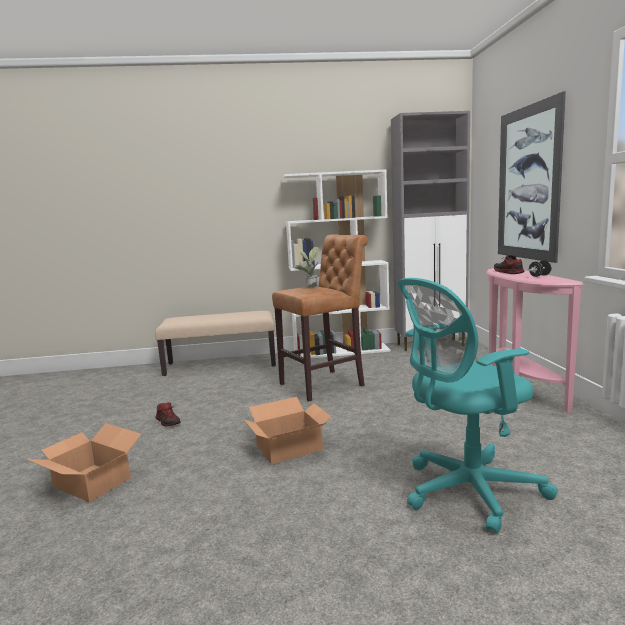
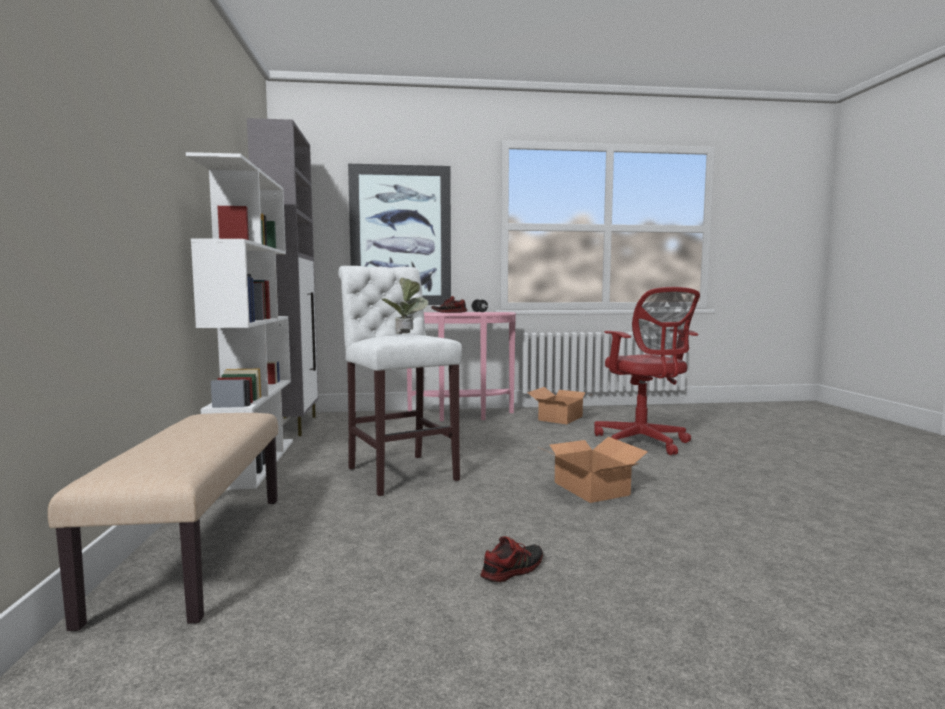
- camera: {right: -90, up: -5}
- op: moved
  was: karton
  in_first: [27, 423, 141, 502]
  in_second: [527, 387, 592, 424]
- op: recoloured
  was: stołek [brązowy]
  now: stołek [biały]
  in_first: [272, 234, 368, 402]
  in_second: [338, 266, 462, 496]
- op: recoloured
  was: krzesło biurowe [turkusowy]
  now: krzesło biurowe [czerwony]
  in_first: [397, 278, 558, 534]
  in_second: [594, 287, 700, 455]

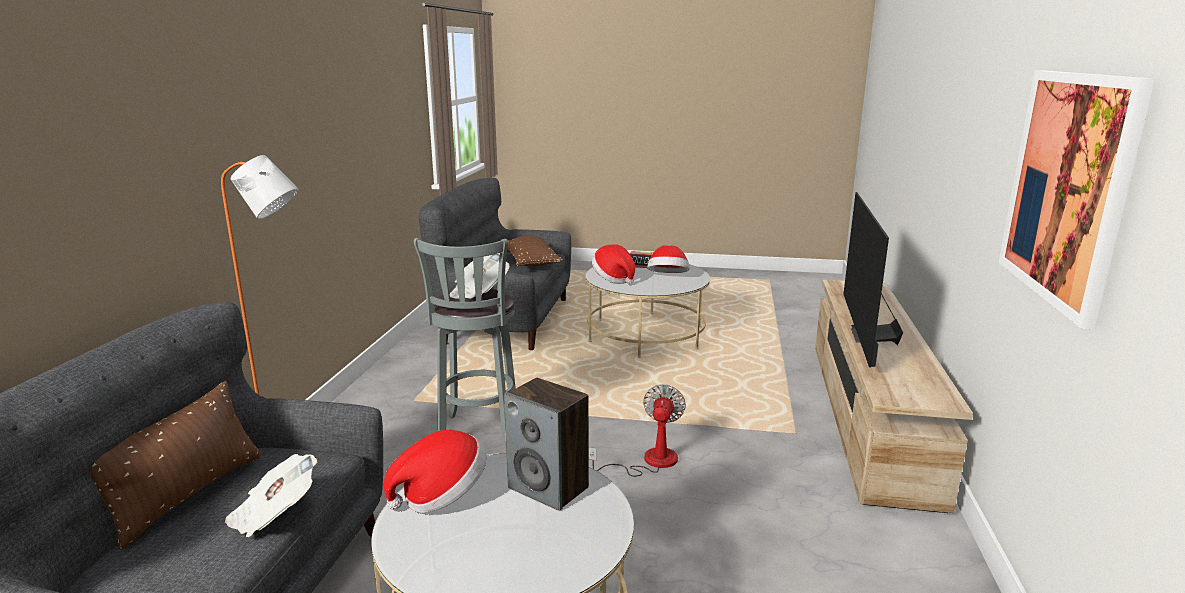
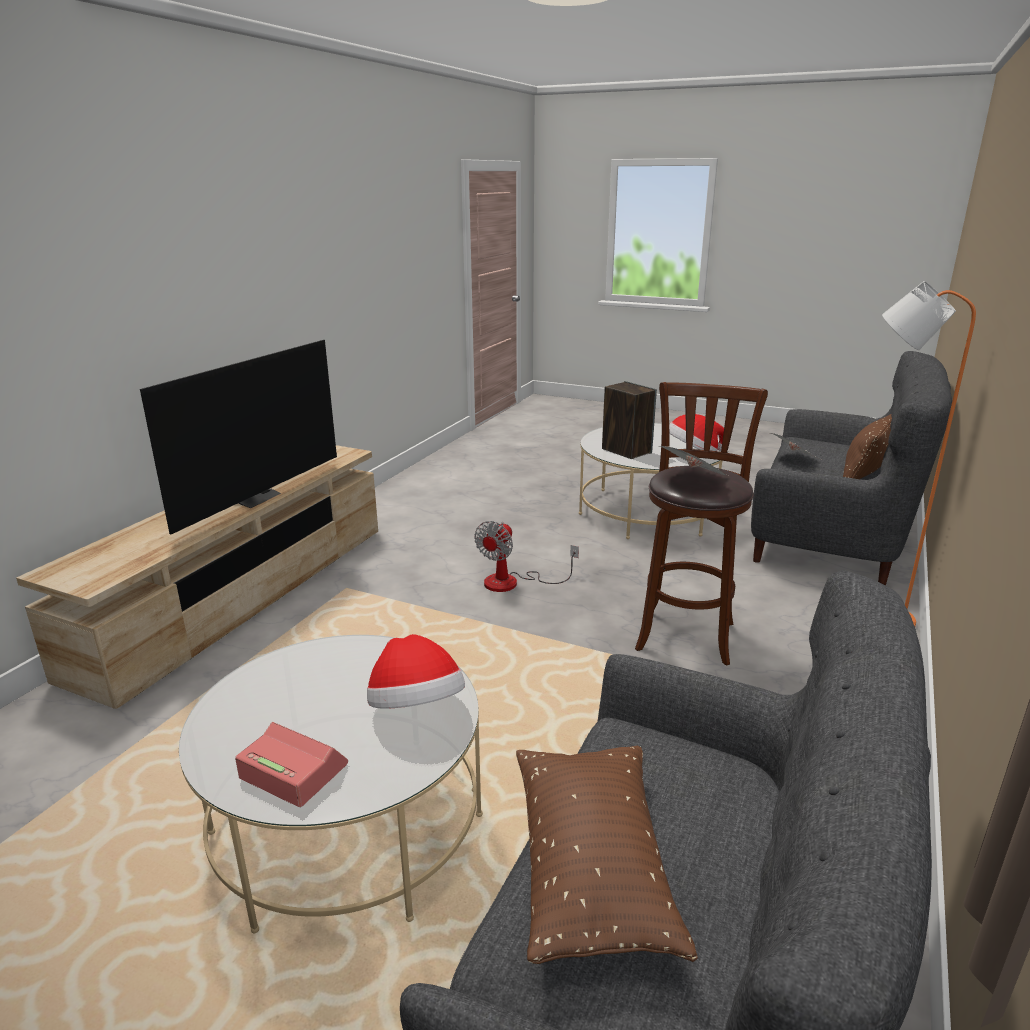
- camera: {right: -165, up: 5}
- op: recoloured
  was: stołek [szary]
  now: stołek [brązowy]
  in_first: [414, 238, 516, 445]
  in_second: [635, 382, 768, 666]
- op: removed
  was: kapelusz
  in_first: [647, 245, 690, 273]
- op: removed
  was: obraz
  in_first: [998, 70, 1155, 330]

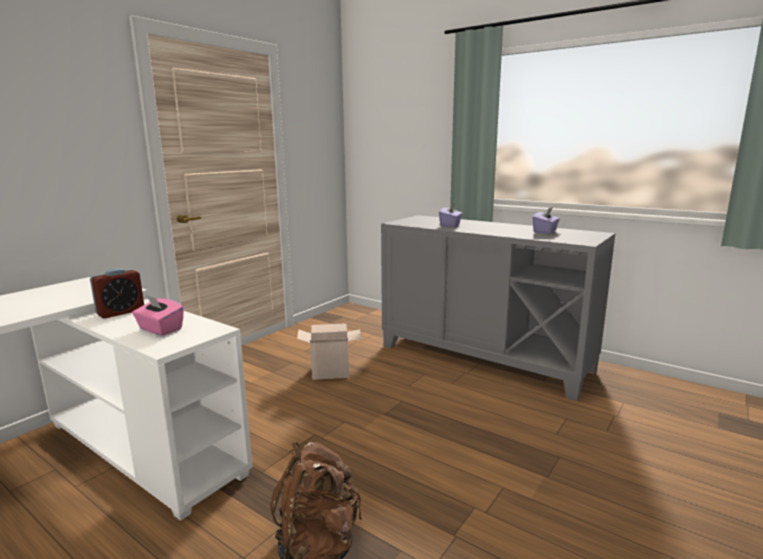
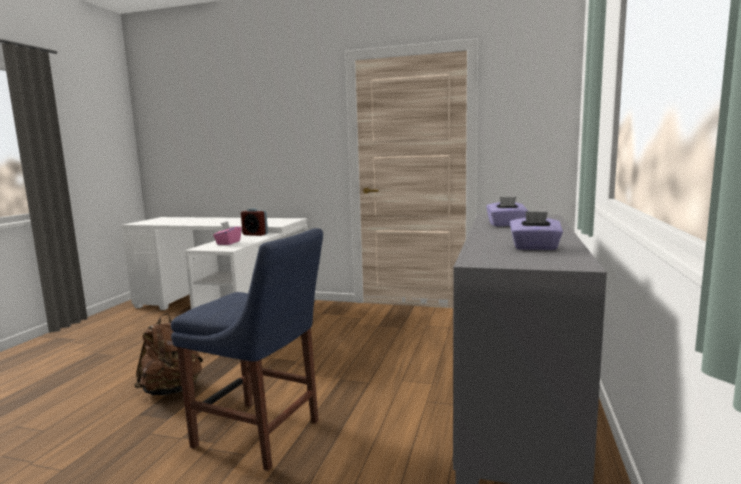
- camera: {right: 70, up: -5}
- op: removed
  was: karton
  in_first: [297, 323, 362, 380]
- op: added
  now: krzesło [niebieski]
  in_second: [171, 228, 323, 471]

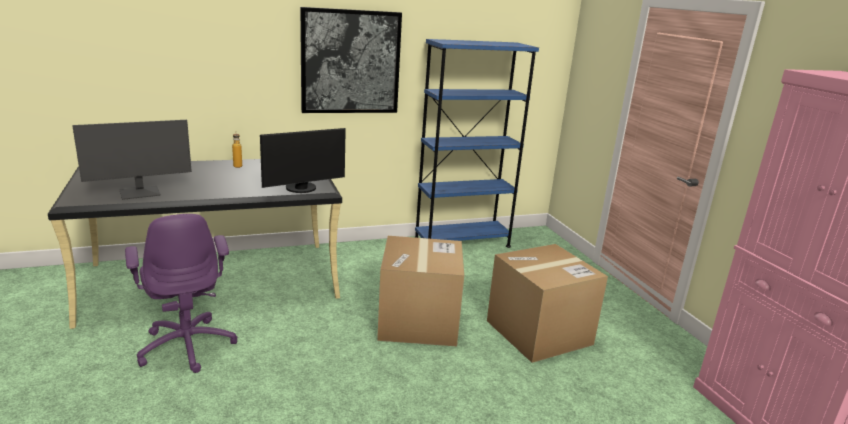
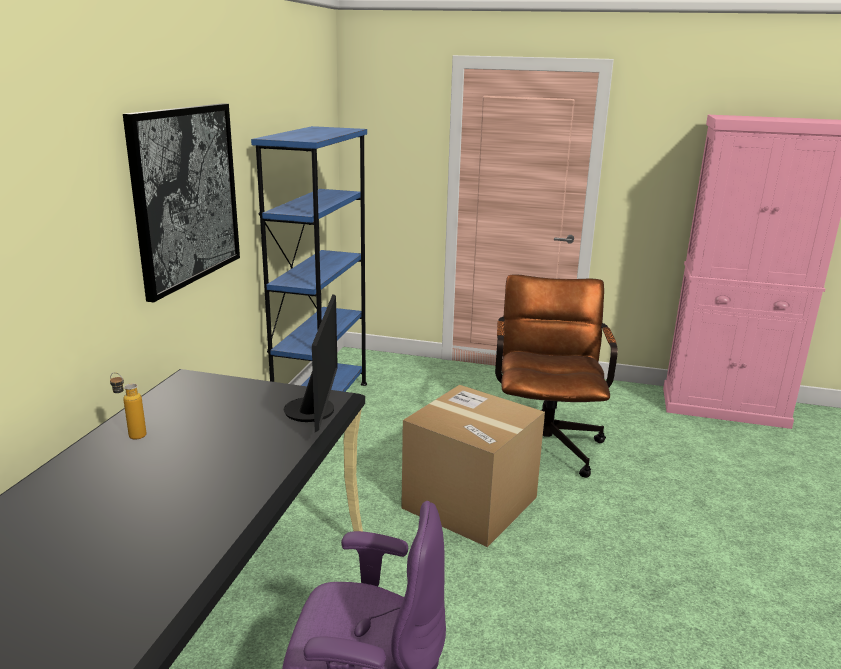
- camera: {right: -55, up: 0}
- op: removed
  was: monitor
  in_first: [72, 120, 192, 200]
- op: replaced
  was: karton
  now: krzesło biurowe [brązowy]
  in_first: [487, 244, 608, 363]
  in_second: [495, 274, 618, 478]

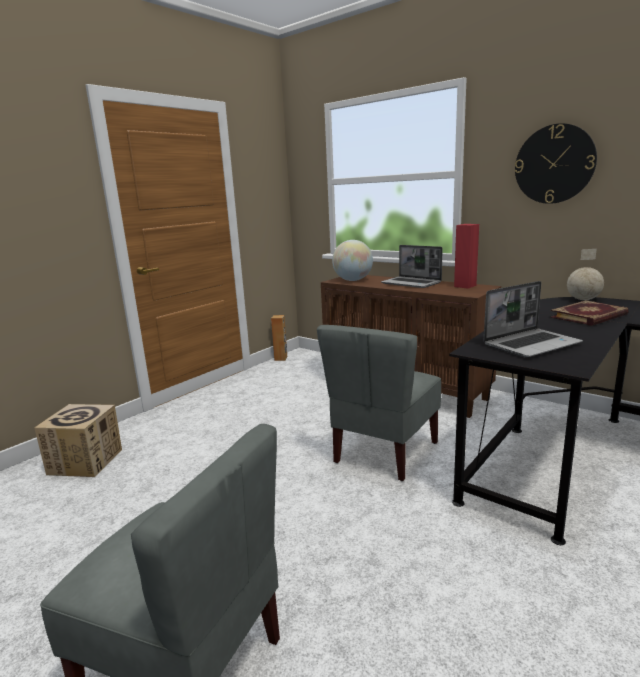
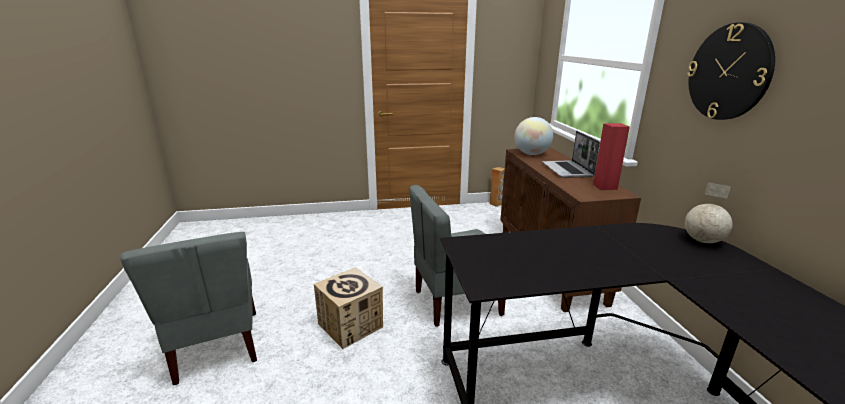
- camera: {right: 40, up: 5}
- op: moved
  was: karton
  in_first: [34, 404, 122, 477]
  in_second: [314, 267, 383, 349]
- op: removed
  was: laptop
  in_first: [483, 281, 583, 357]
- op: removed
  was: książka
  in_first: [550, 300, 629, 326]

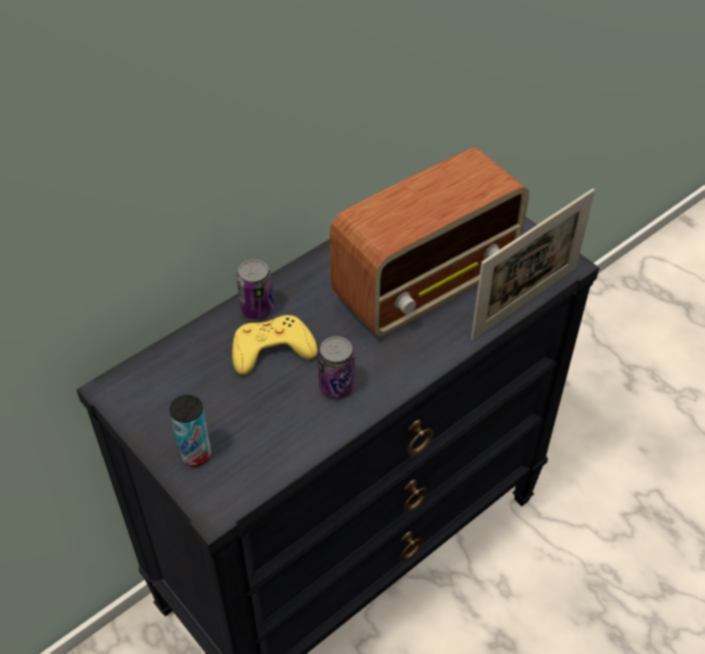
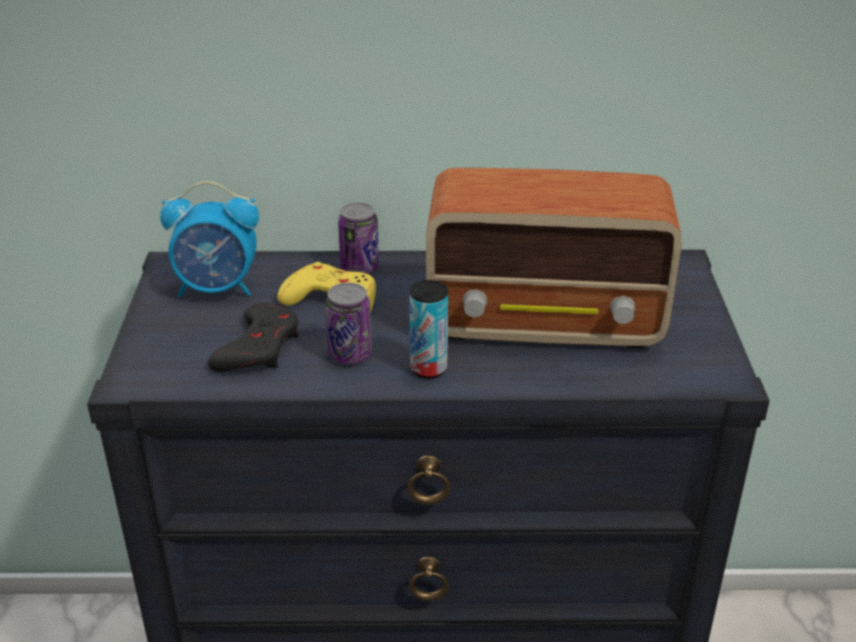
- camera: {right: 40, up: -15}
- op: moved
  was: puszka
  in_first: [169, 395, 211, 466]
  in_second: [409, 280, 448, 379]
- op: removed
  was: ramka na zdjęcie
  in_first: [471, 189, 595, 340]
- op: added
  now: budzik
  in_second: [160, 181, 259, 298]
- op: added
  now: pad do gier [czarny]
  in_second: [208, 303, 298, 372]

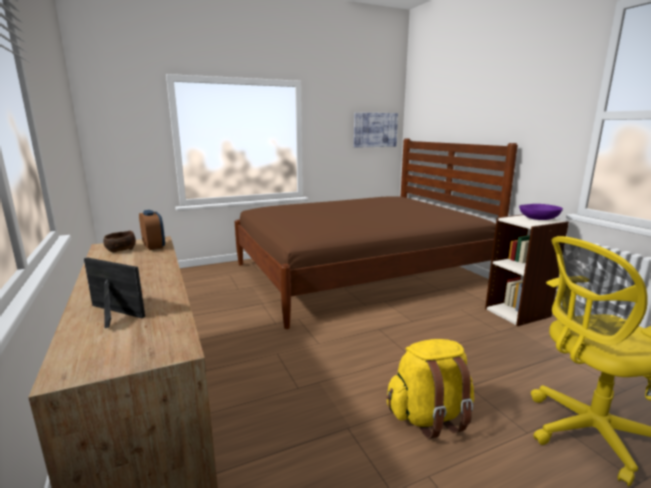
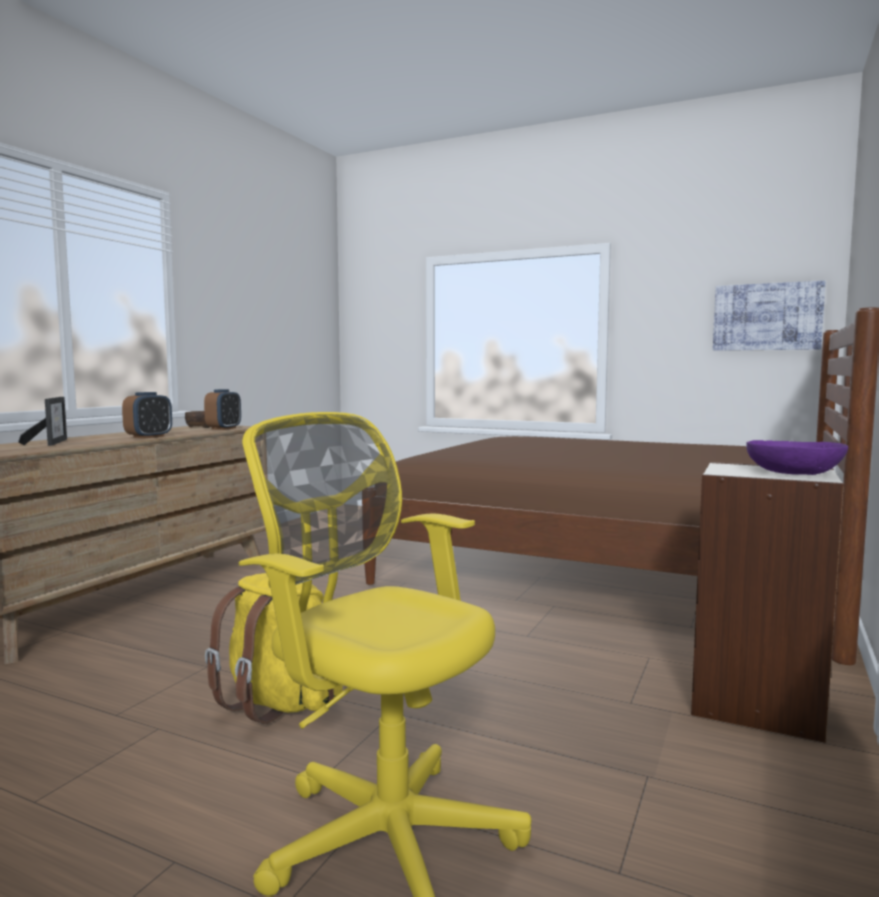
- camera: {right: 50, up: -10}
- op: added
  now: budzik
  in_second: [122, 392, 172, 439]

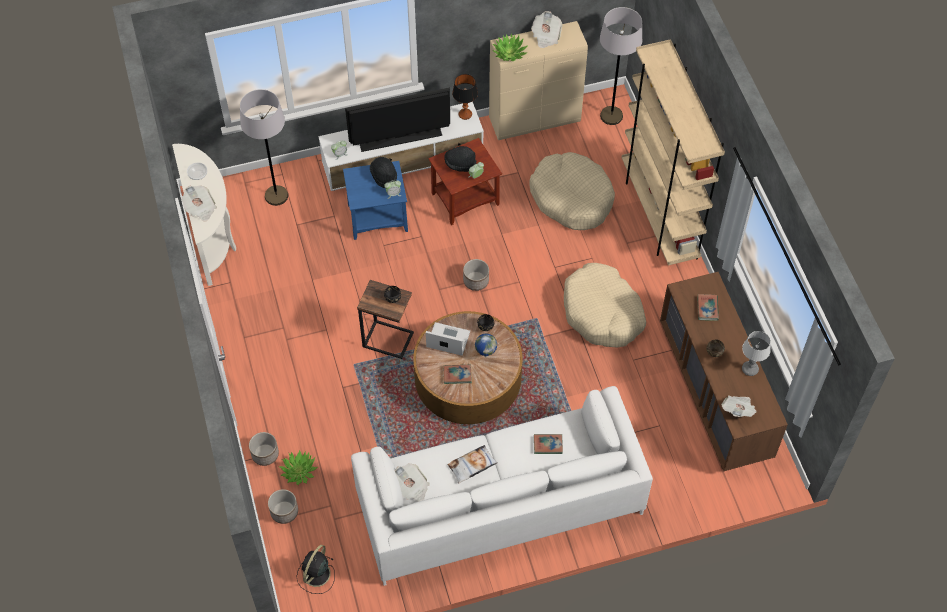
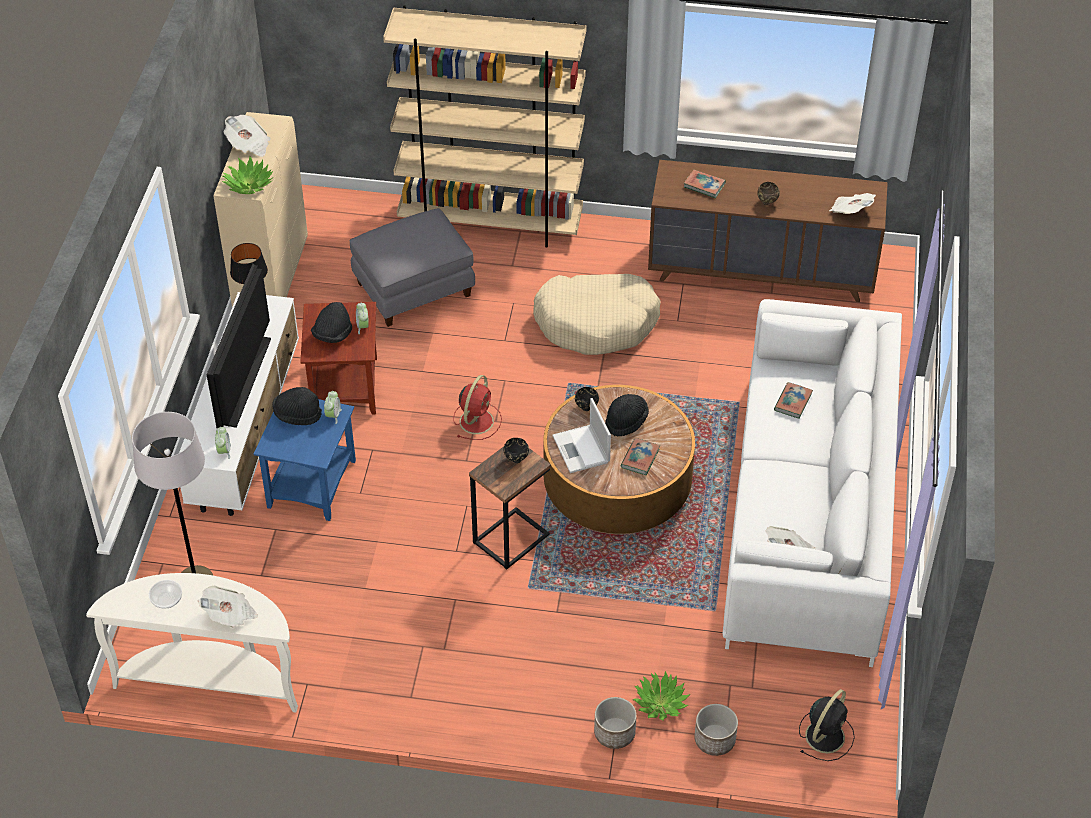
- camera: {right: -65, up: -10}
- op: turned
  was: wentylator [czarny]
  in_first: [296, 545, 335, 594]
  in_second: [799, 689, 855, 761]
  clockwise: -105
- op: turned
  was: laptop
  in_first: [426, 322, 470, 356]
  in_second: [552, 398, 611, 473]
  clockwise: -60
- op: removed
  was: poduszka
  in_first: [447, 445, 497, 484]
- op: replaced
  was: donica
  now: wentylator [czerwony]
  in_first: [463, 259, 489, 291]
  in_second: [453, 375, 502, 440]
- op: replaced
  was: globus
  now: kapelusz [czarny]
  in_first: [475, 334, 497, 357]
  in_second: [605, 394, 649, 436]
- op: replaced
  was: legowisko [beżowy]
  now: pufa [szary]
  in_first: [529, 152, 615, 230]
  in_second: [350, 208, 475, 327]
- op: removed
  was: lampa stojąca [szary]
  in_first: [600, 7, 642, 125]
- op: removed
  was: lampa stołowa
  in_first: [742, 331, 771, 376]

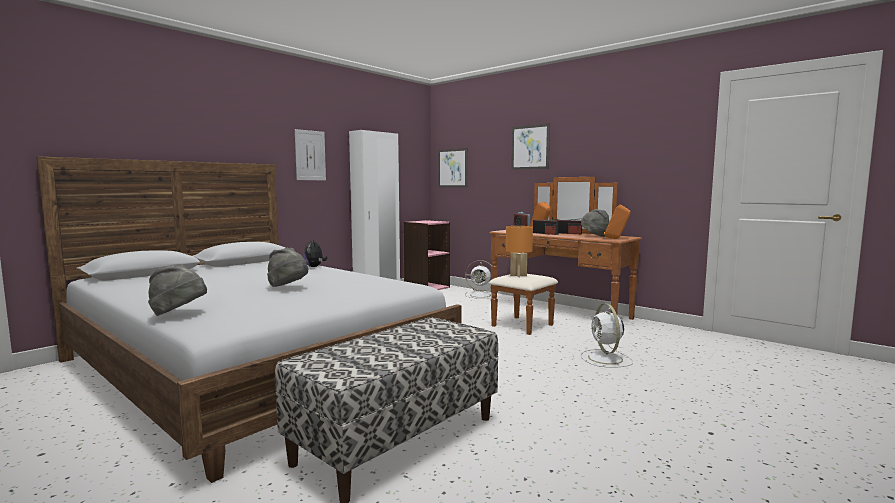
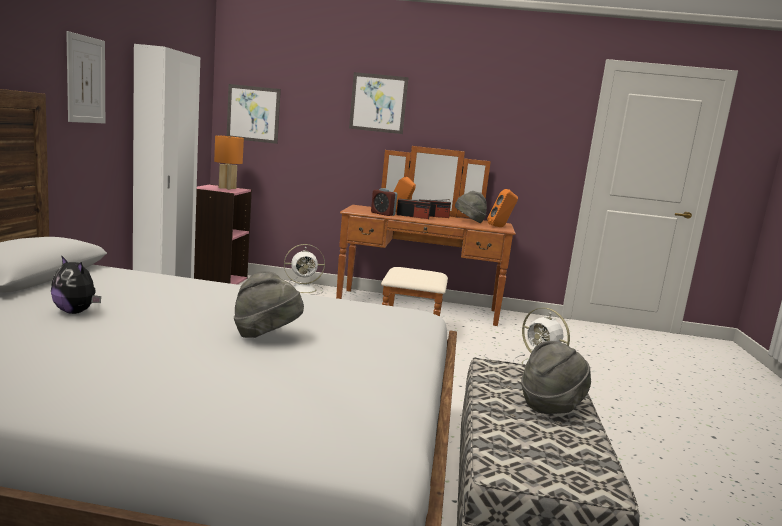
- camera: {right: -35, up: 5}
- op: moved
  was: kapelusz [szary]
  in_first: [148, 264, 207, 316]
  in_second: [521, 341, 591, 414]
- op: moved
  was: pluszak
  in_first: [304, 238, 327, 267]
  in_second: [51, 255, 101, 314]
- op: moved
  was: lampa stołowa [pomarańczowy]
  in_first: [506, 226, 533, 277]
  in_second: [214, 135, 244, 190]

